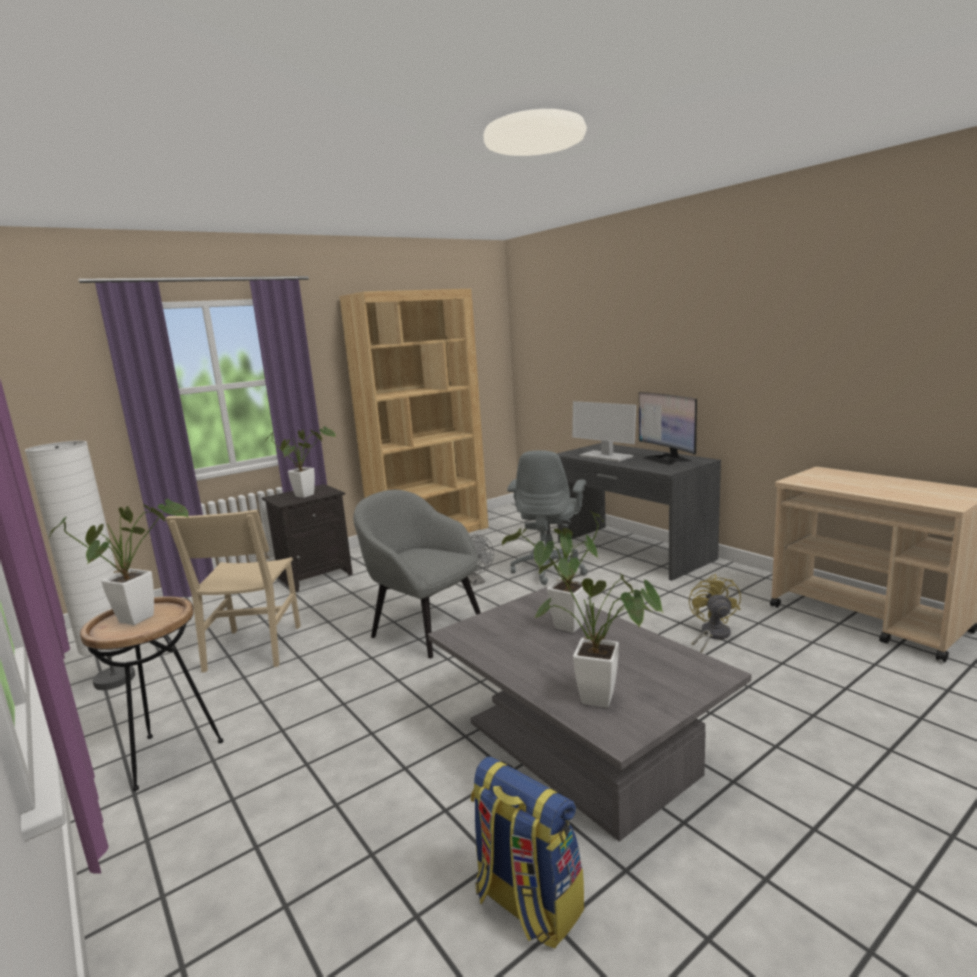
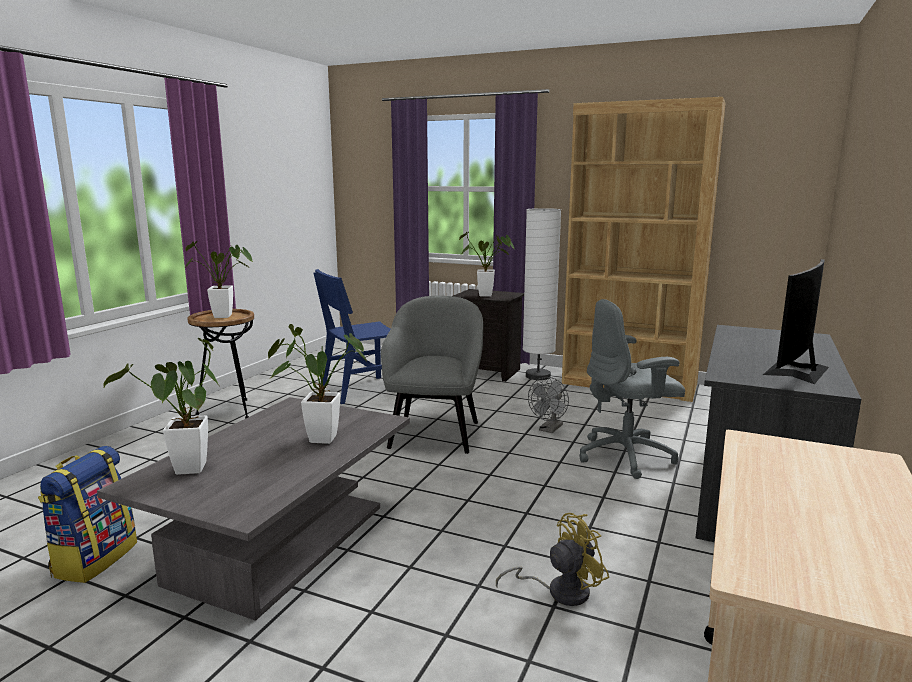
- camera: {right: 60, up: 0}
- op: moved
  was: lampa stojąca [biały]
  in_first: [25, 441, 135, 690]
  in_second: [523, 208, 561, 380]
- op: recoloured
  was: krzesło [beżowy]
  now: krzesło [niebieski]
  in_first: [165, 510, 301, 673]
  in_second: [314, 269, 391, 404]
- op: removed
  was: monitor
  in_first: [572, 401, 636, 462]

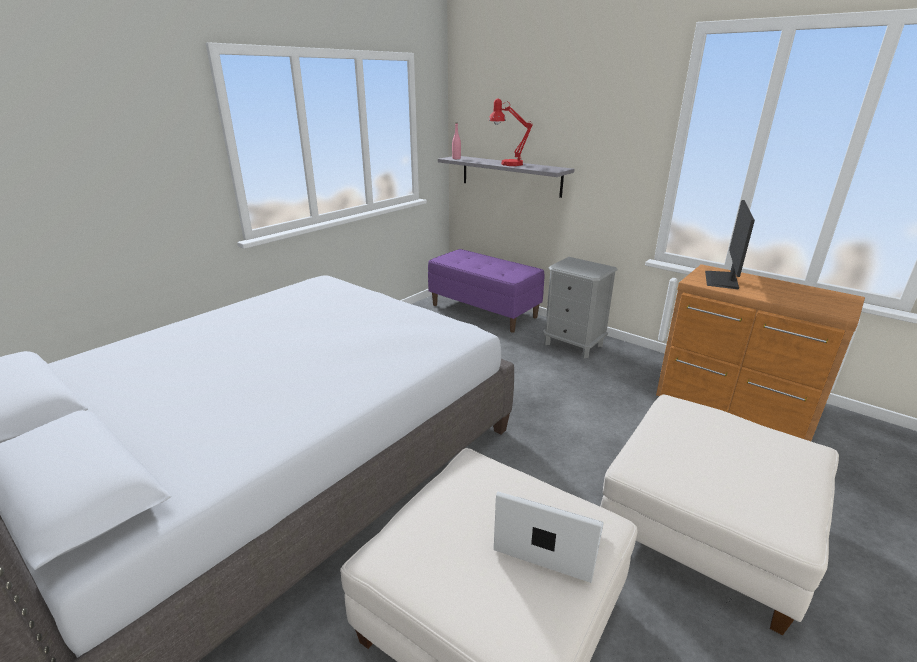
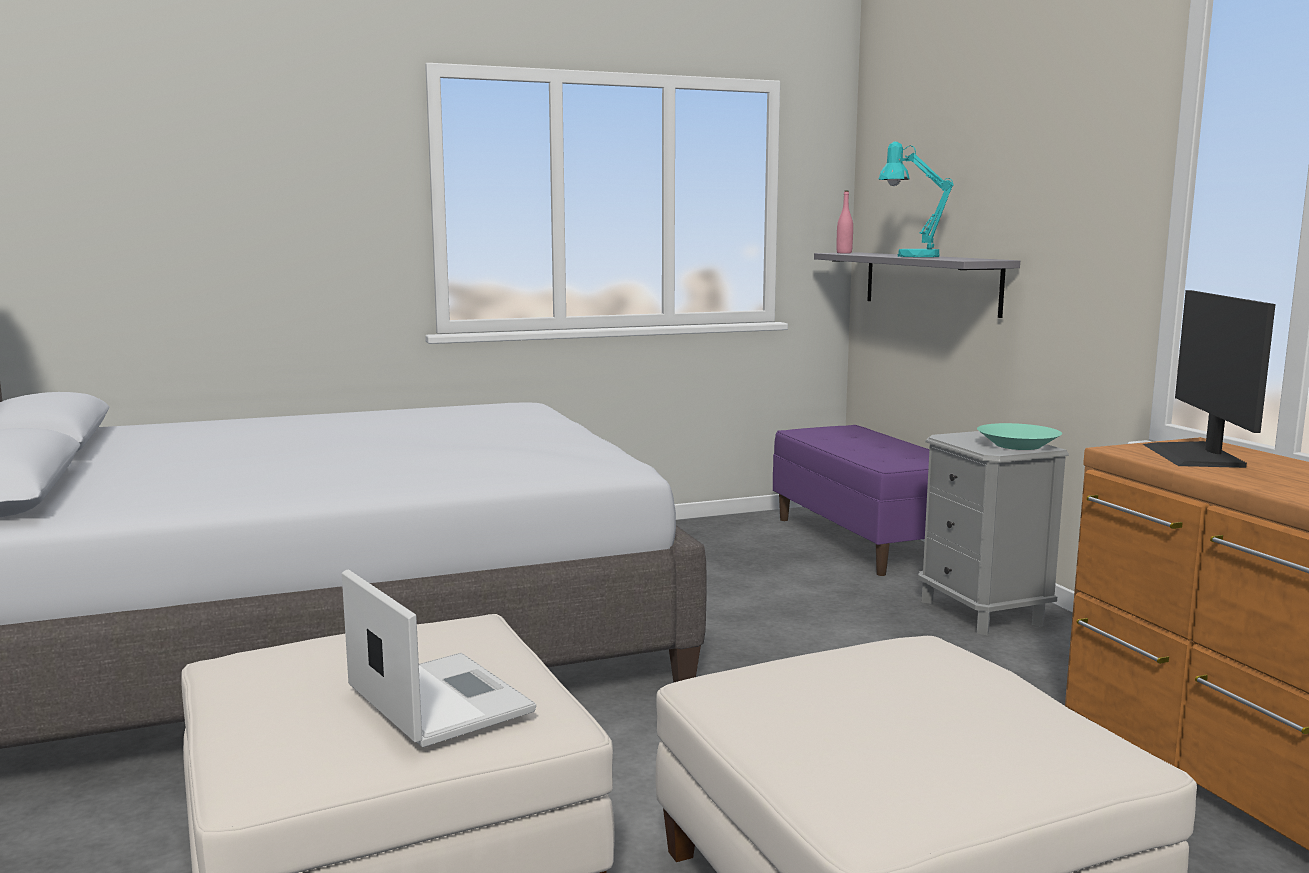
- camera: {right: 30, up: -15}
- op: recoloured
  was: lampa stołowa [czerwony]
  now: lampa stołowa [turkusowy]
  in_first: [489, 99, 533, 166]
  in_second: [878, 142, 954, 257]
- op: turned
  was: monitor
  in_first: [705, 200, 755, 290]
  in_second: [1143, 290, 1276, 468]
  clockwise: -45
- op: added
  now: miska [turkusowy]
  in_second: [977, 423, 1062, 450]

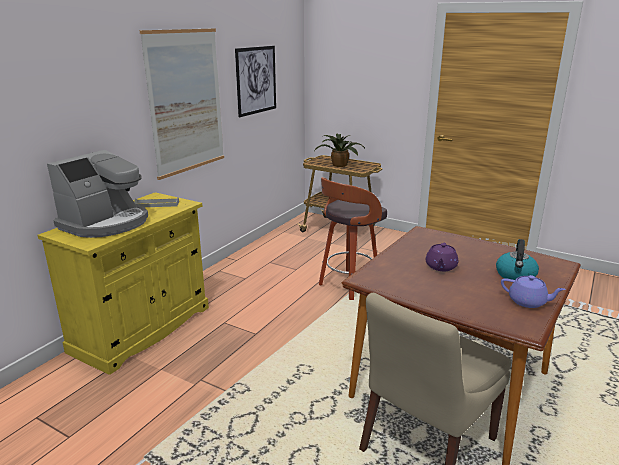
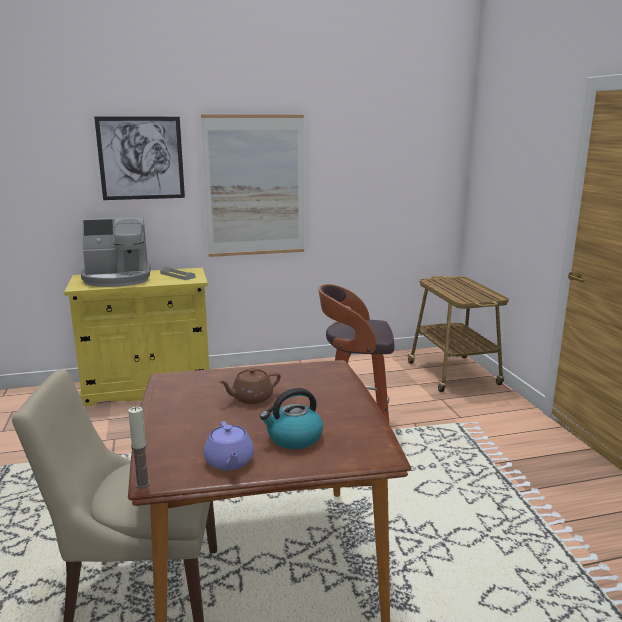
- camera: {right: 45, up: -5}
- op: moved
  was: obraz
  in_first: [235, 46, 276, 117]
  in_second: [94, 116, 185, 200]
- op: removed
  was: roślina doniczkowa
  in_first: [314, 133, 365, 167]
- op: recoloured
  was: imbryk [fioletowy]
  now: imbryk [brązowy]
  in_first: [426, 243, 458, 271]
  in_second: [219, 368, 281, 404]
- op: added
  now: świeca
  in_second: [128, 407, 150, 489]

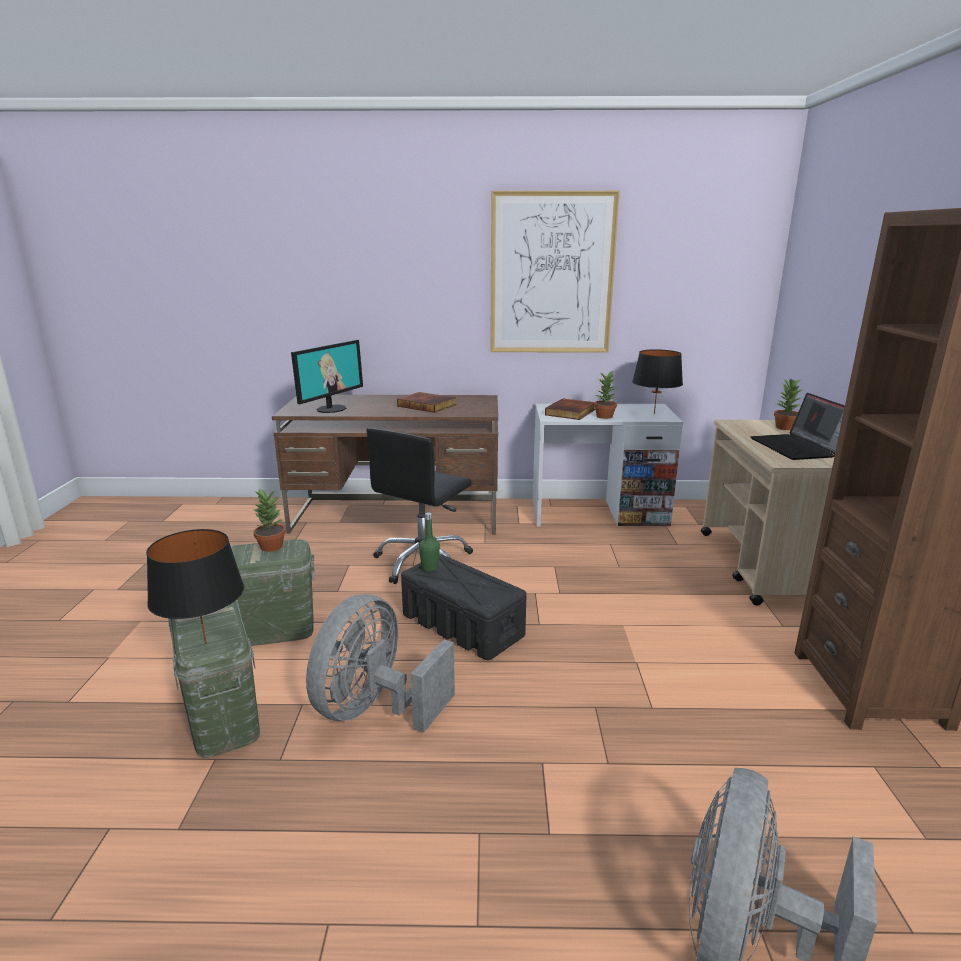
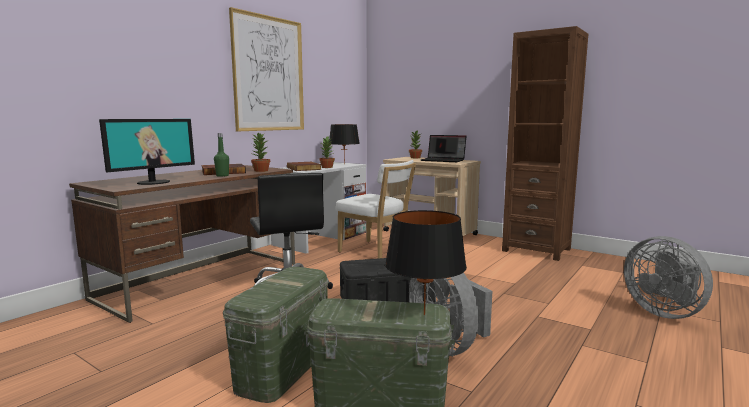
- camera: {right: -55, up: -10}
- op: moved
  was: roślina doniczkowa
  in_first: [253, 489, 286, 552]
  in_second: [251, 132, 270, 172]
- op: turned
  was: monitor
  in_first: [291, 340, 363, 413]
  in_second: [99, 119, 195, 185]
  clockwise: 60
- op: moved
  was: butelka [zielony]
  in_first: [419, 512, 440, 572]
  in_second: [214, 133, 229, 177]
- op: added
  now: krzesło [biały]
  in_second: [336, 160, 416, 258]

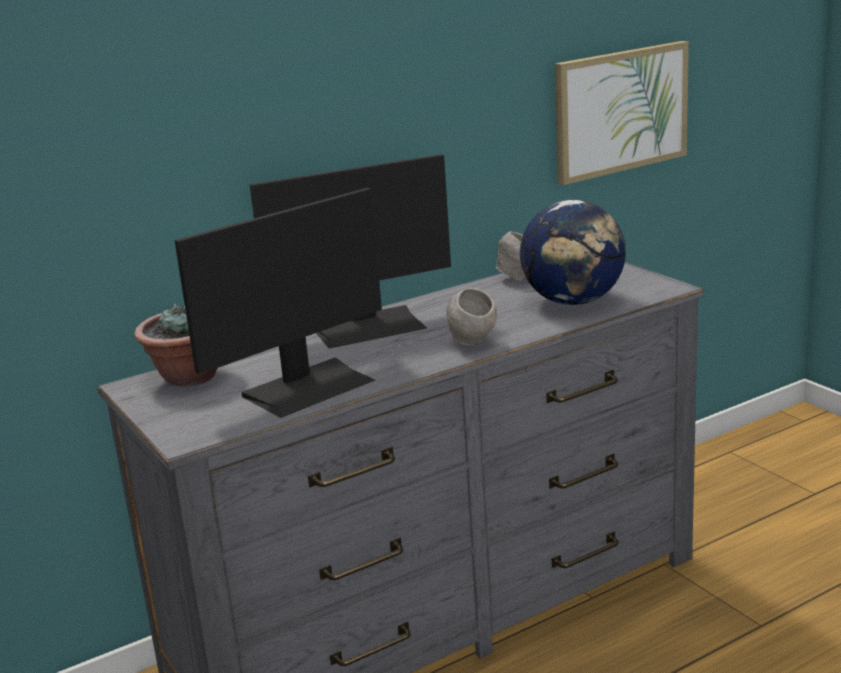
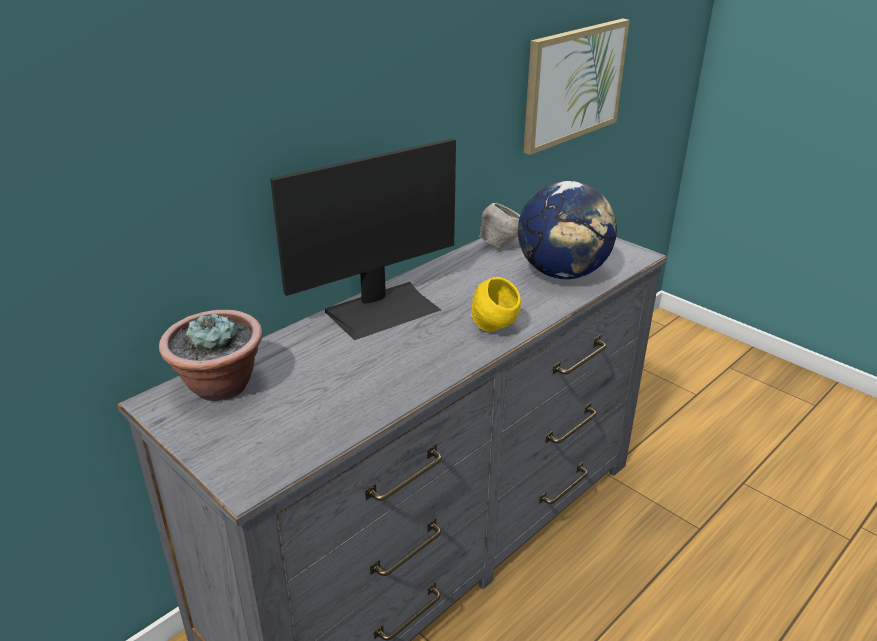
- camera: {right: -15, up: 10}
- op: removed
  was: monitor
  in_first: [174, 188, 382, 418]
- op: recoloured
  was: miska [szary]
  now: miska [żółty]
  in_first: [446, 288, 497, 345]
  in_second: [471, 277, 521, 332]

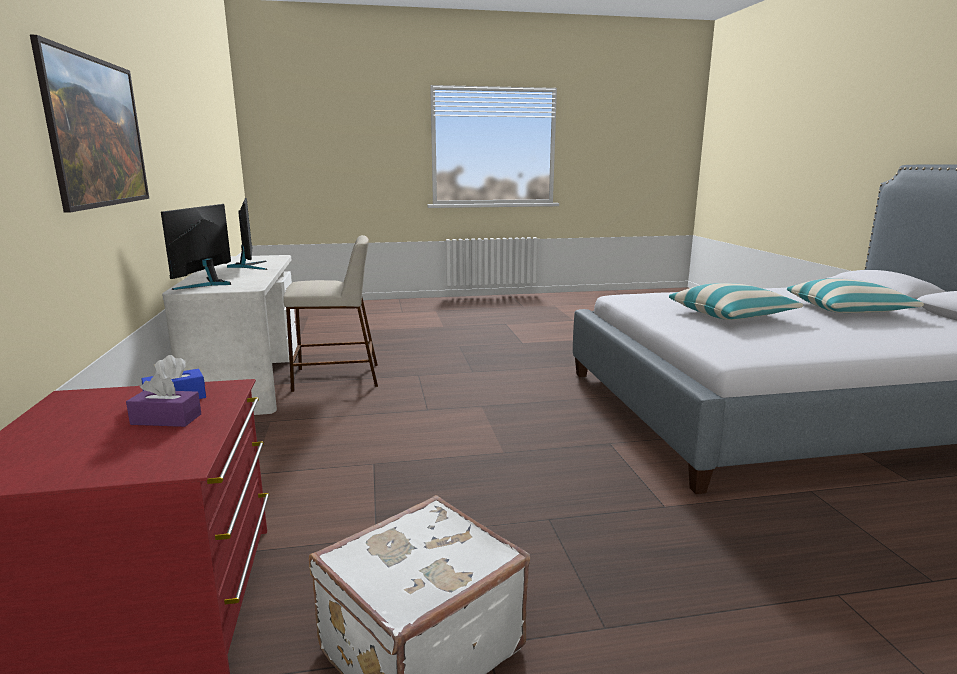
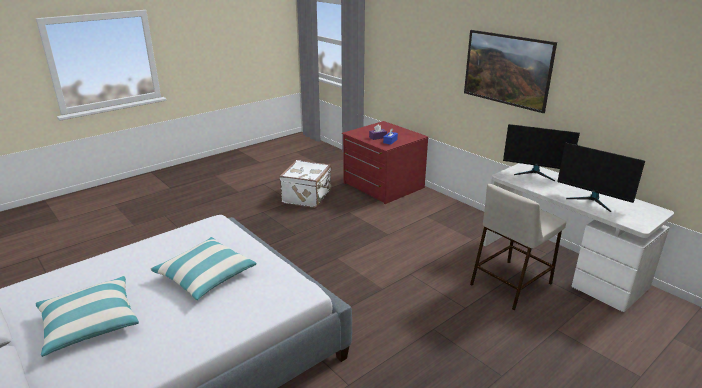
- camera: {right: 150, up: 10}
- op: turned
  was: monitor
  in_first: [161, 204, 231, 290]
  in_second: [503, 124, 580, 181]
  clockwise: 135

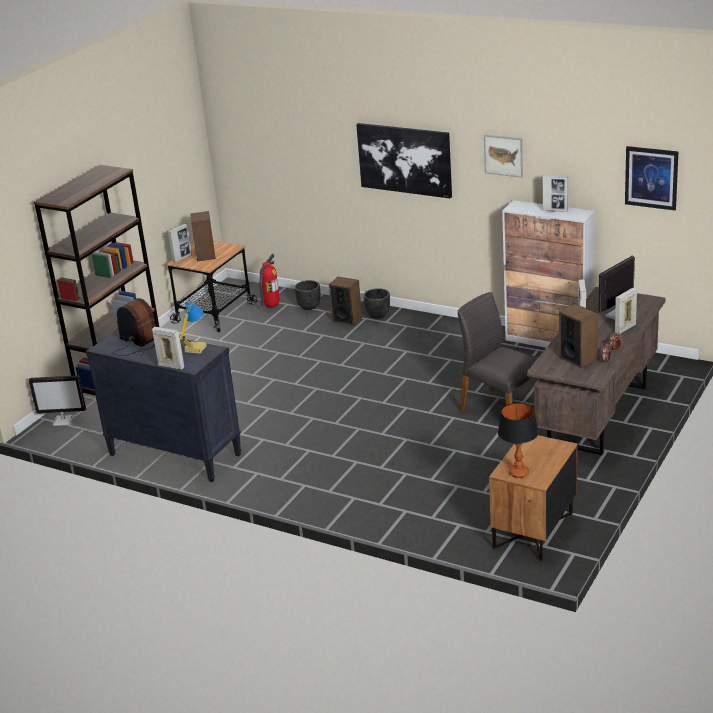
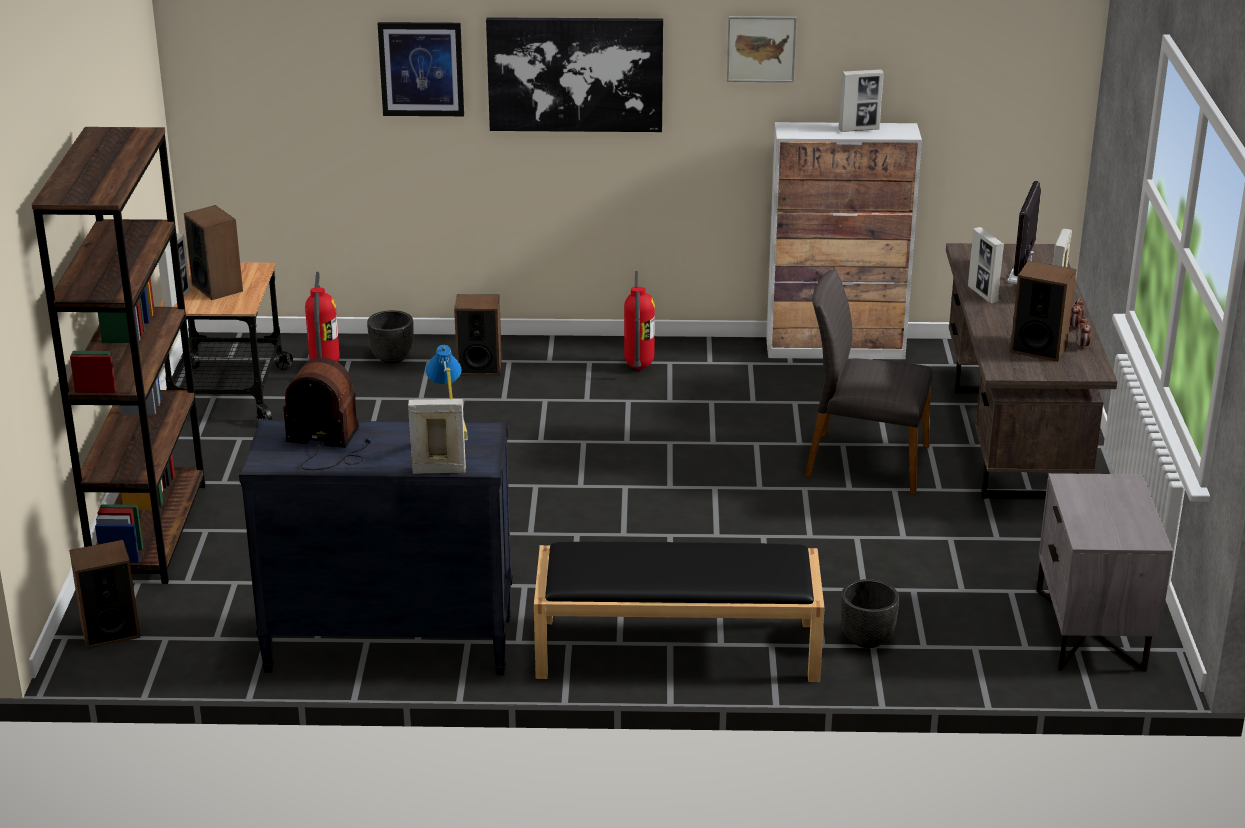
- camera: {right: -30, up: 0}
- op: replaced
  was: monitor
  now: głośnik
  in_first: [29, 375, 86, 426]
  in_second: [69, 540, 141, 649]
- op: moved
  was: donica [czarny]
  in_first: [364, 288, 390, 319]
  in_second: [841, 579, 899, 648]
- op: recoloured
  was: szafka nocna [brązowy]
  now: szafka nocna [szary]
  in_first: [489, 435, 577, 561]
  in_second: [1036, 473, 1173, 672]
- op: removed
  was: lampa stołowa
  in_first: [498, 403, 539, 478]
- op: moved
  was: obraz
  in_first: [625, 146, 678, 210]
  in_second: [378, 22, 464, 116]
- op: added
  now: ławka [czarny]
  in_second: [534, 542, 825, 682]
- op: added
  now: gaśnica
  in_second: [624, 271, 655, 369]

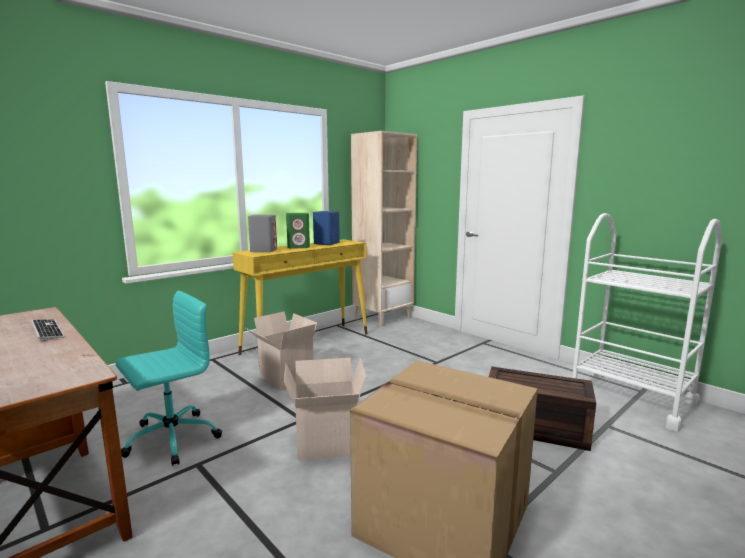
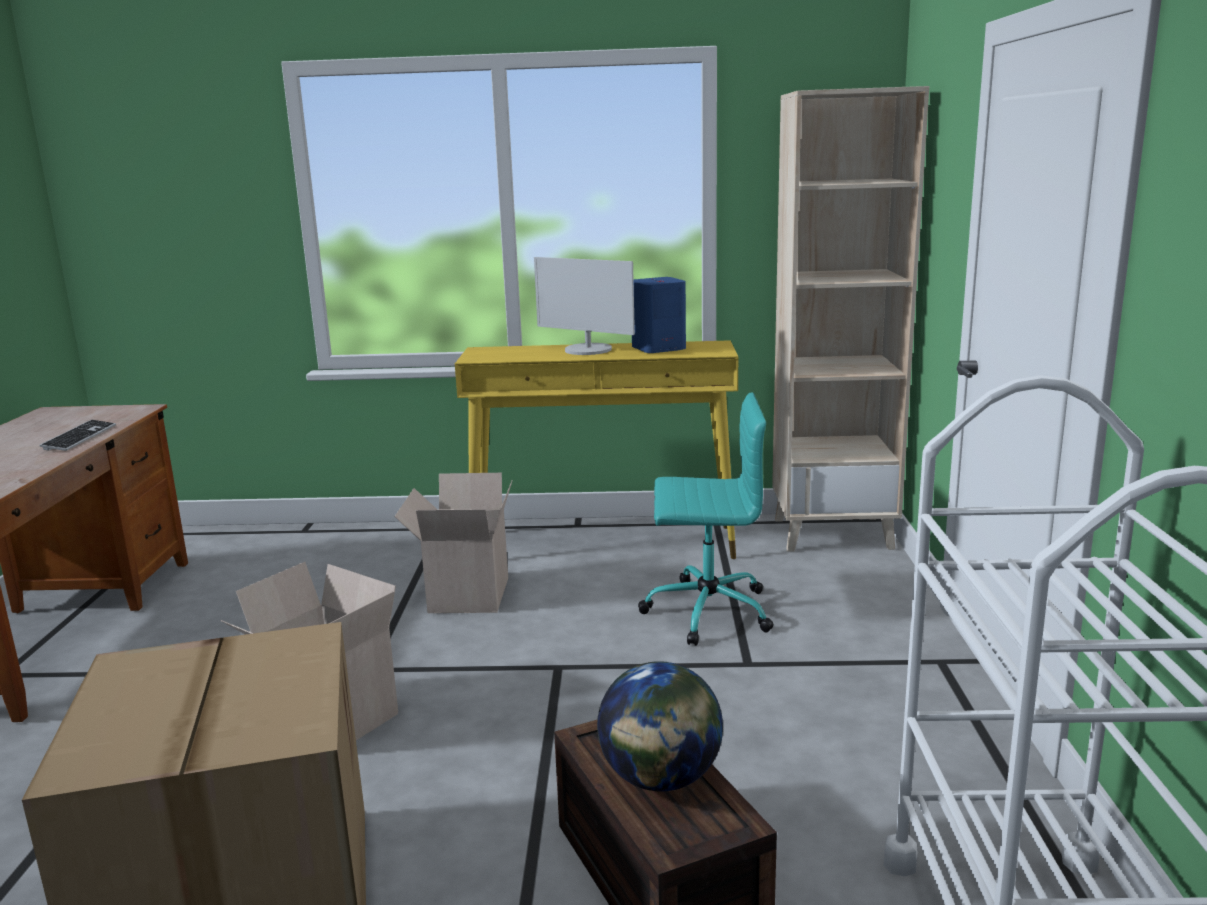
- camera: {right: 45, up: 5}
- op: moved
  was: krzesło biurowe [turkusowy]
  in_first: [116, 291, 222, 466]
  in_second: [638, 392, 774, 646]
- op: removed
  was: głośnik [szary]
  in_first: [248, 215, 277, 252]
- op: replaced
  was: głośnik [zielony]
  now: monitor
  in_first: [286, 213, 310, 249]
  in_second: [534, 257, 635, 355]
- op: added
  now: globus
  in_second: [597, 661, 723, 791]

